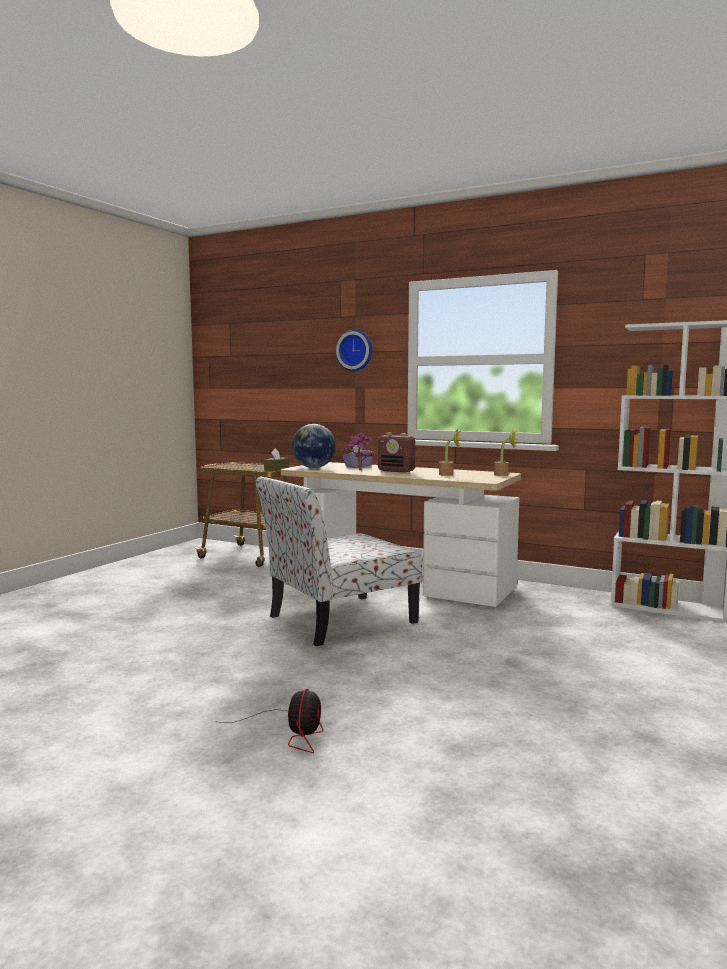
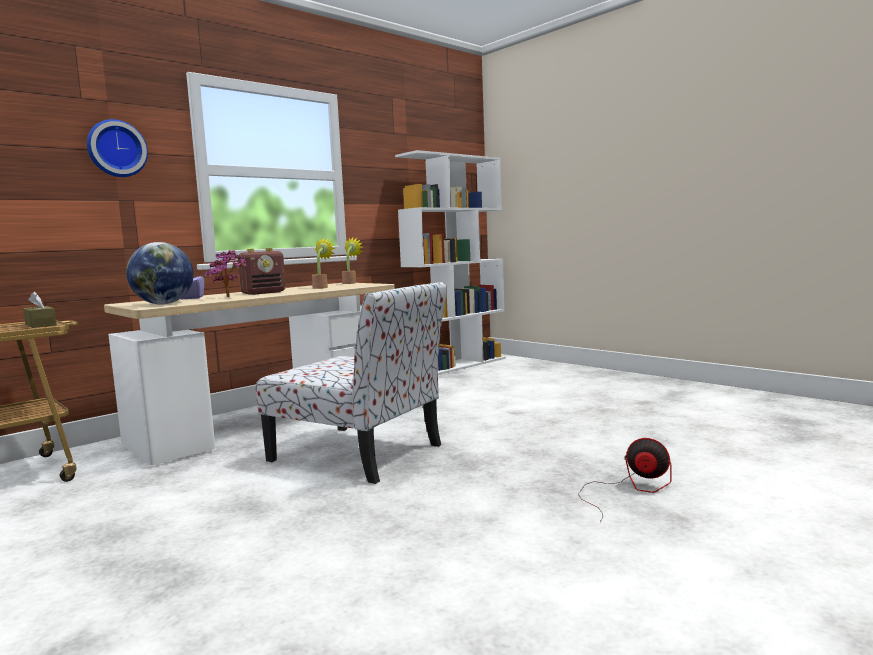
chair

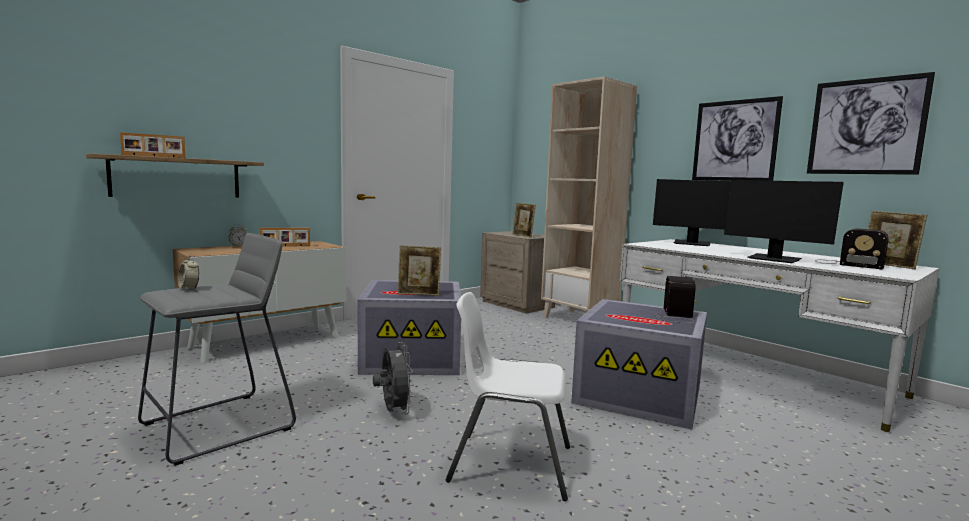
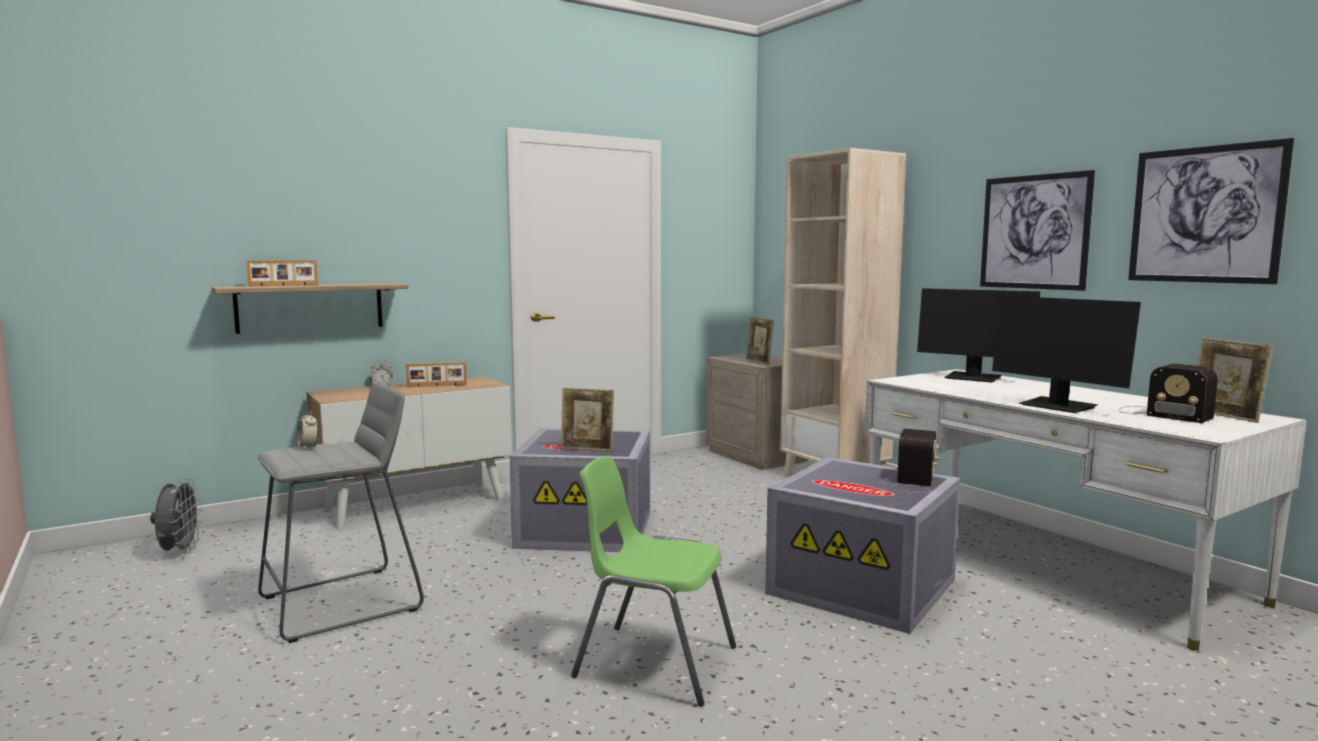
grey fan
green chair

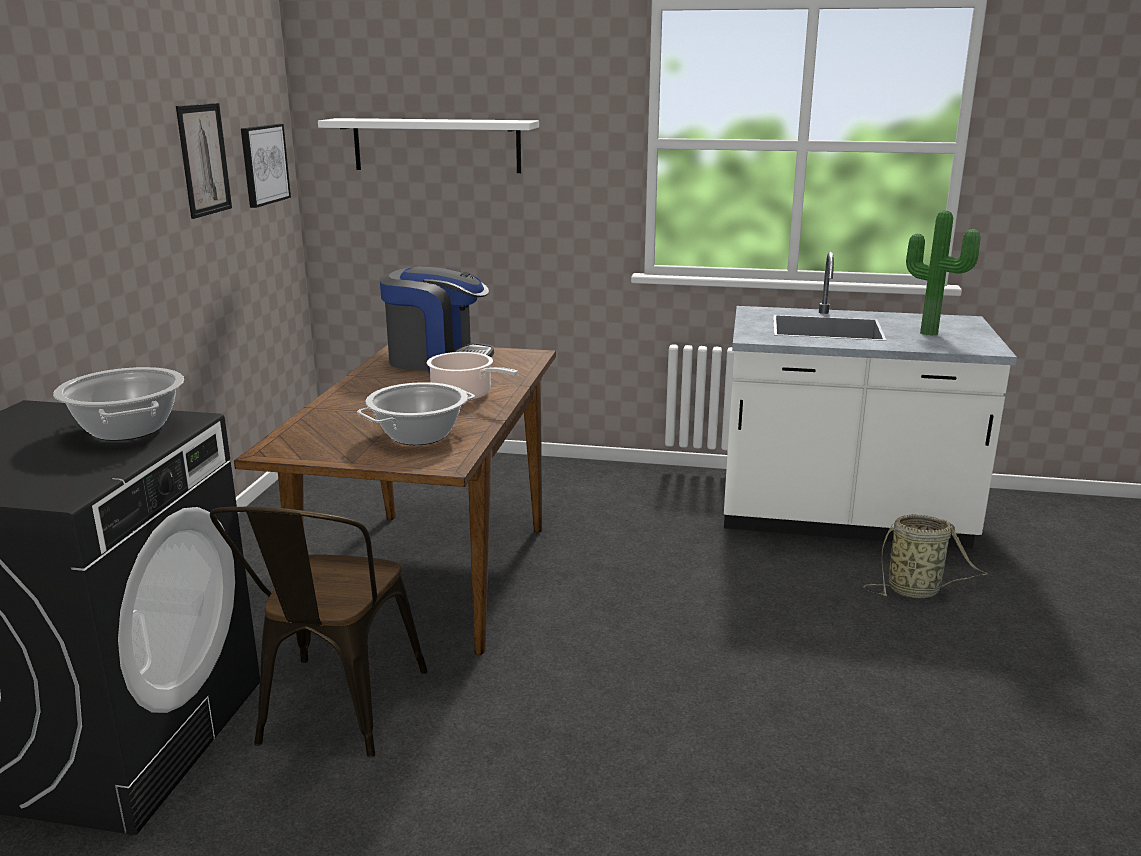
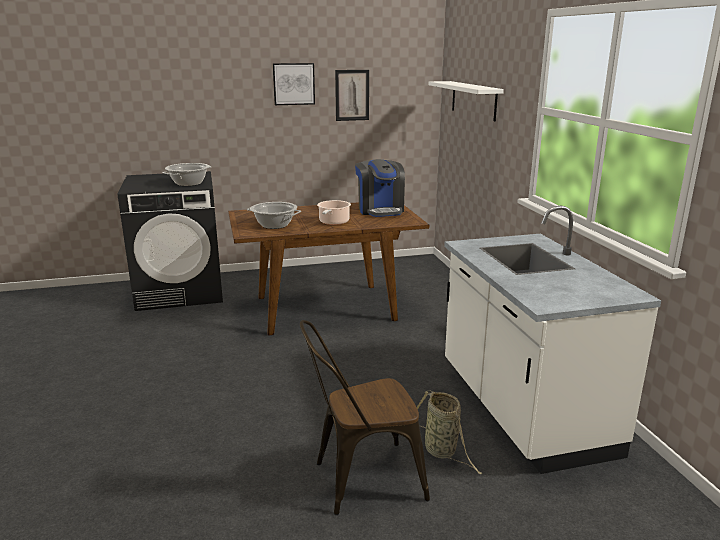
picture (1st from left)
brown chair
potted plant

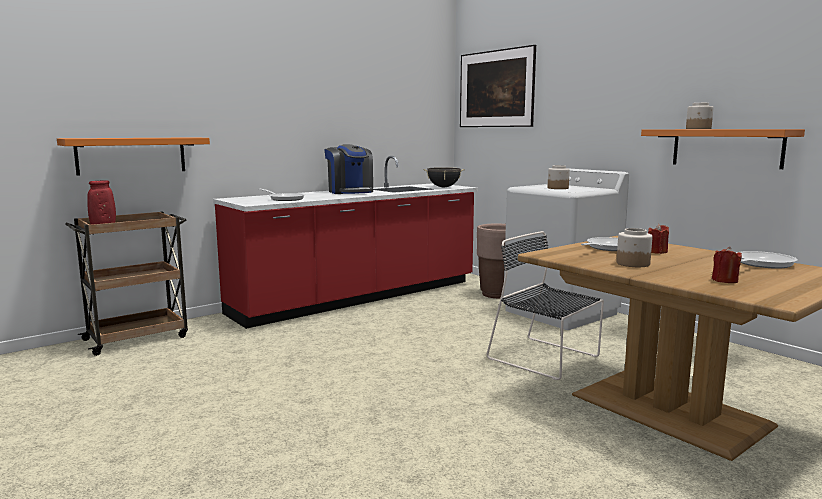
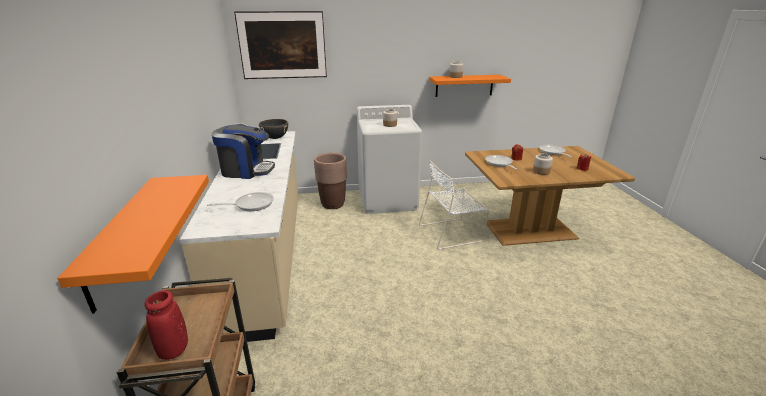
beige counter
white chair

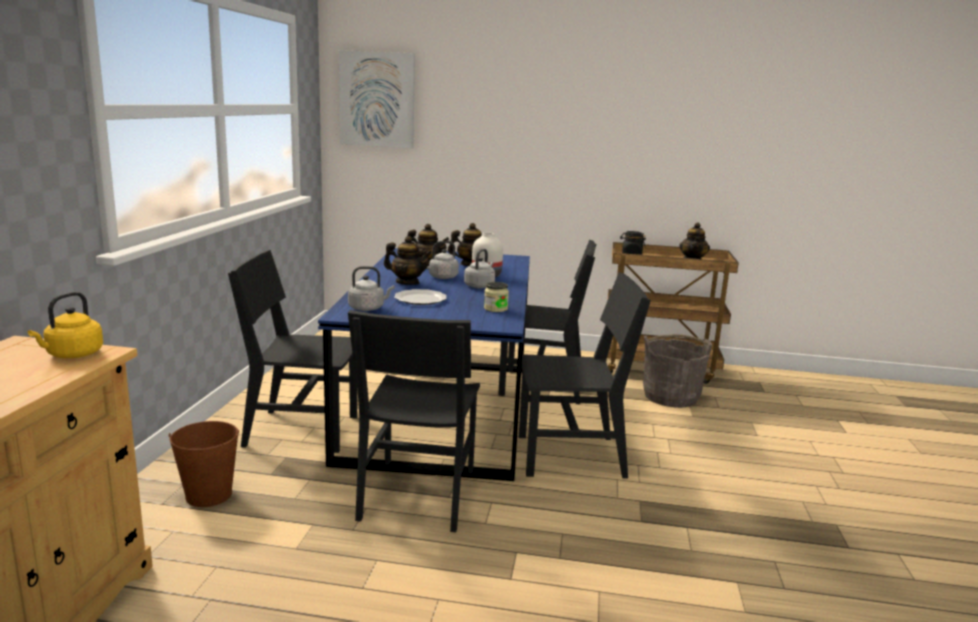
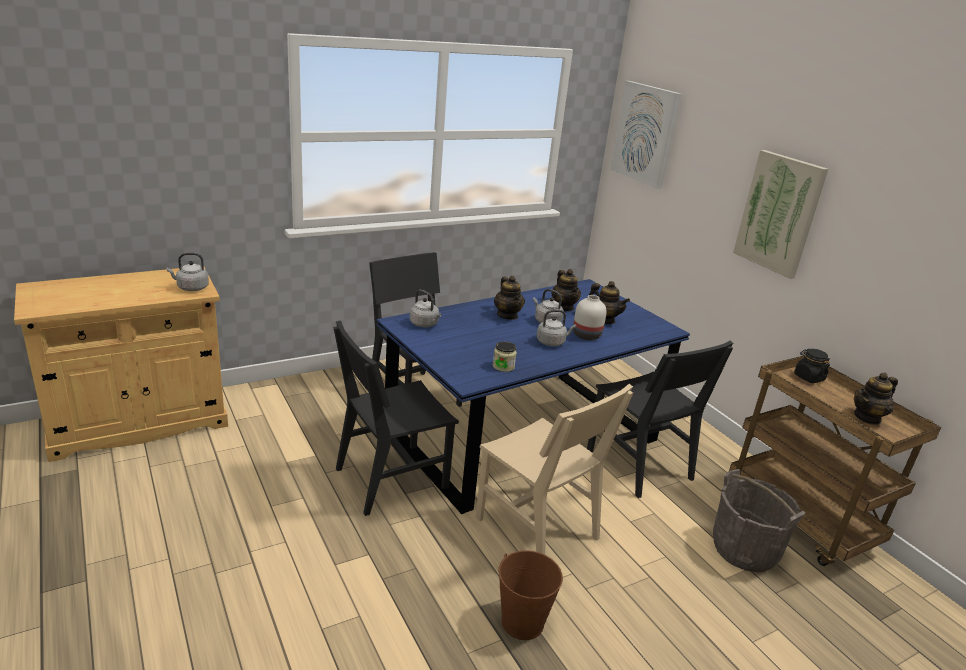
grey kettle (1st from left)
beige chair
brown bucket
picture (2nd from left)
plate

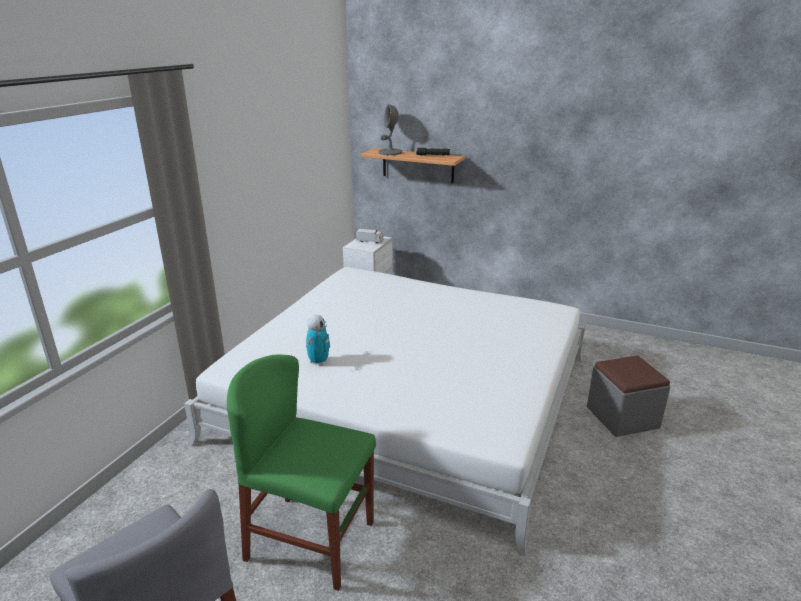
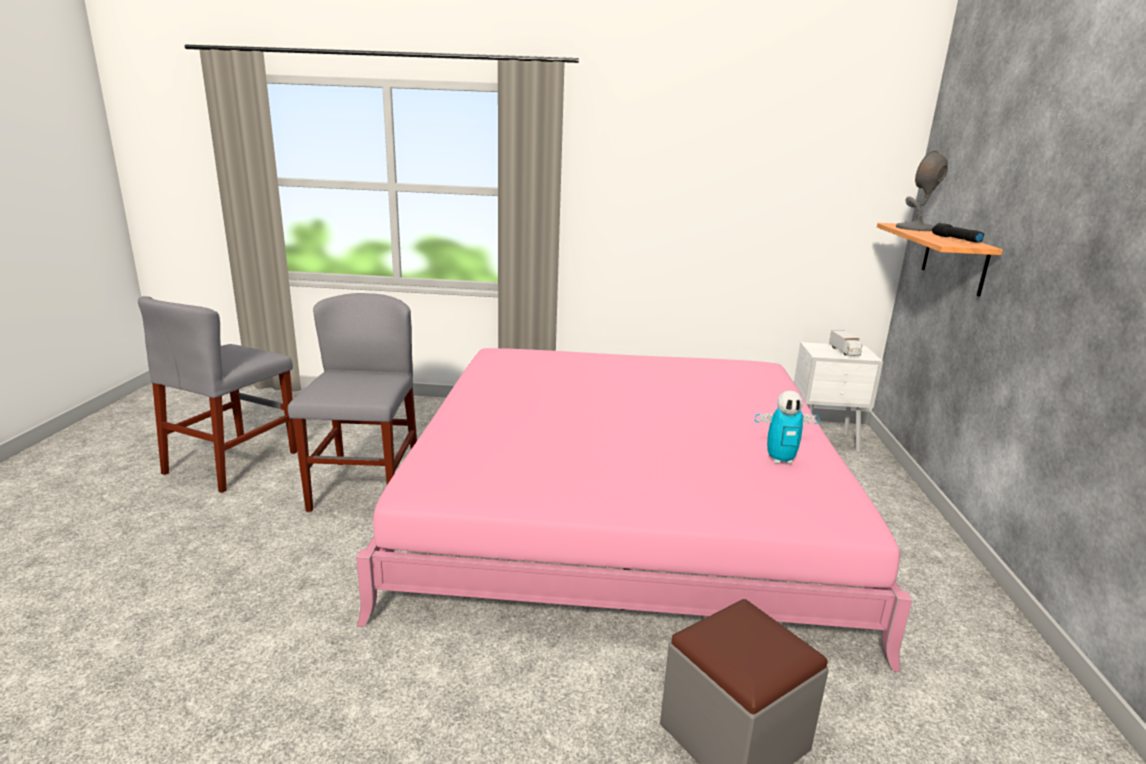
grey chair (2nd from left)
pink bed
toy robot

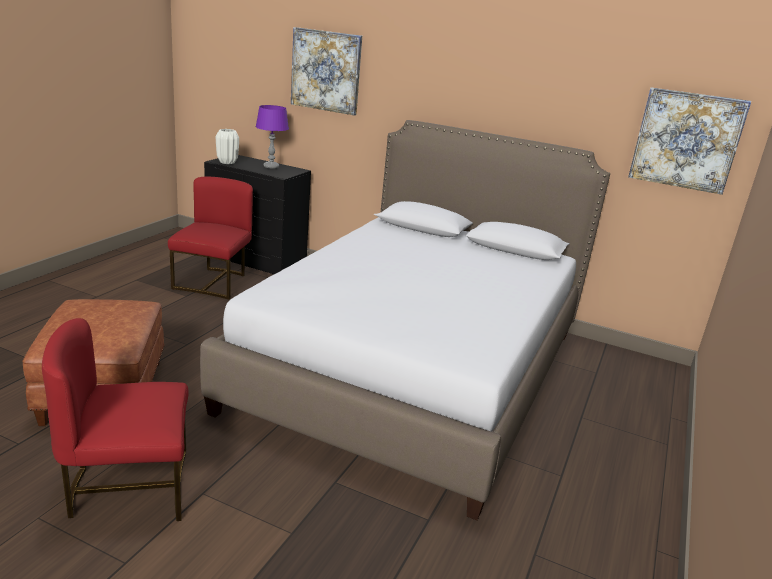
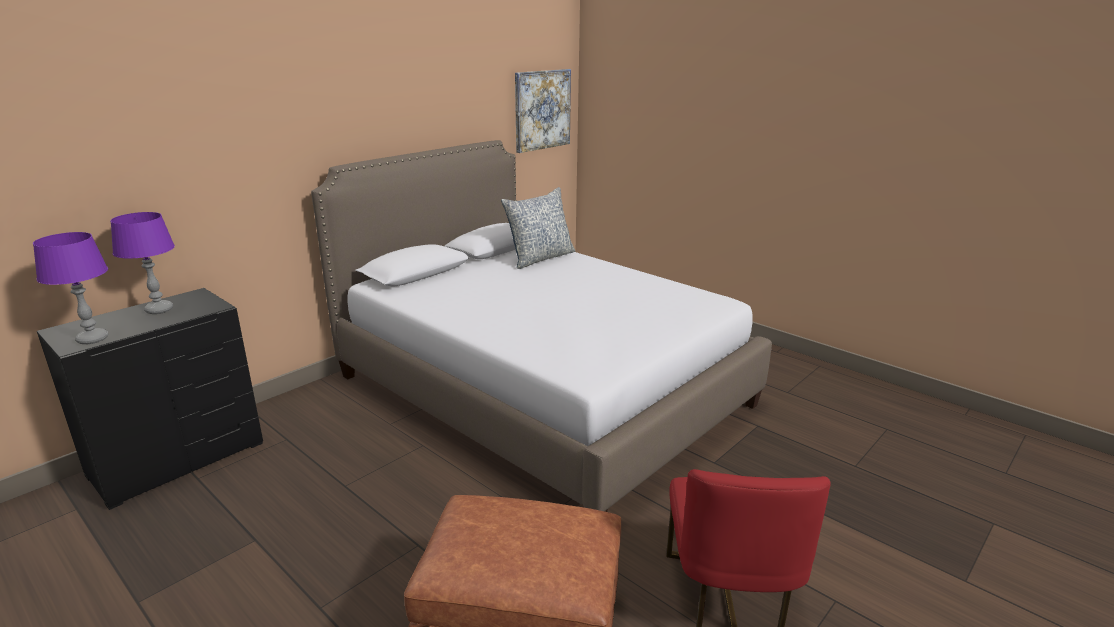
purple table lamp (1st from left)
pillow
red chair (2nd from left in the first image)
picture (1st from left in the first image)

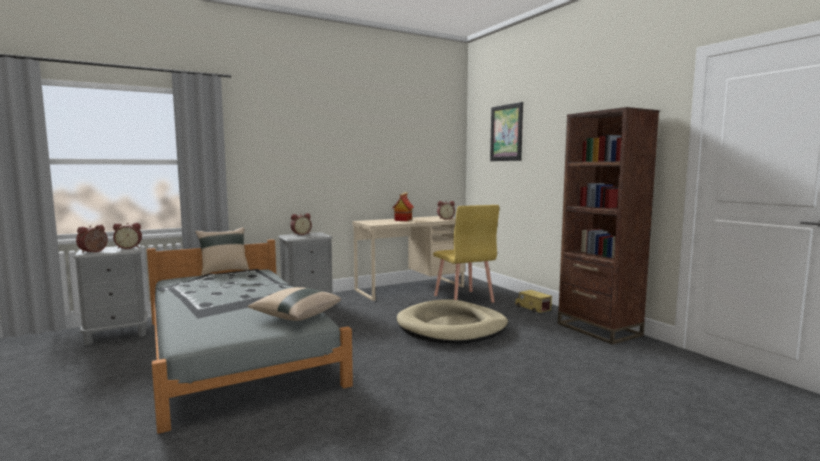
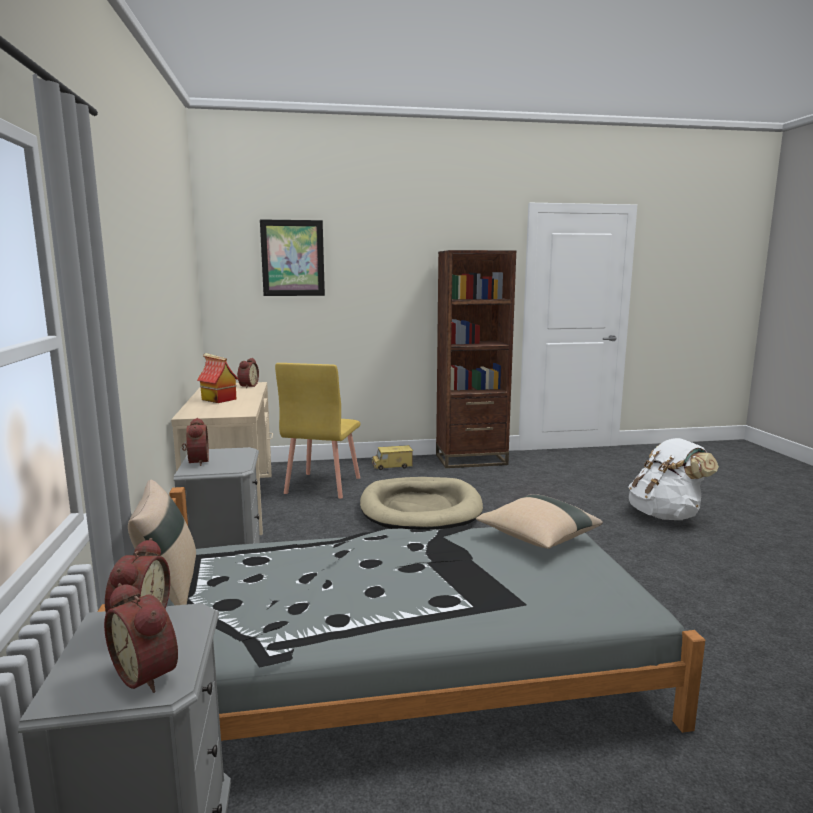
yellow chair
white backpack

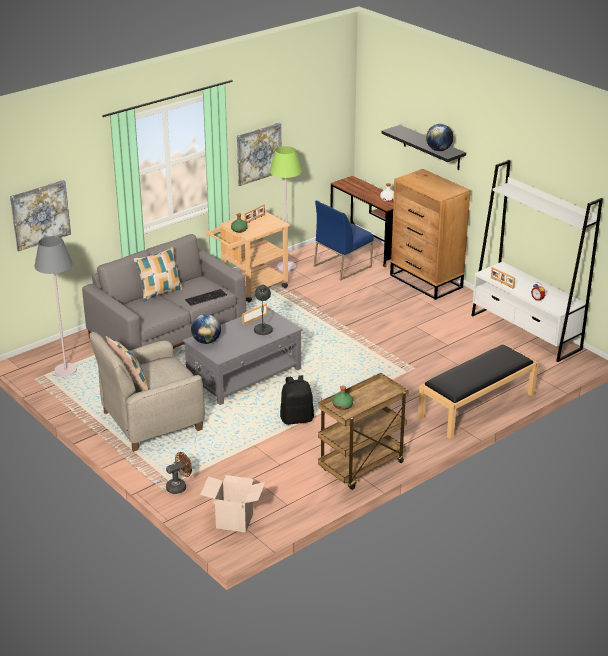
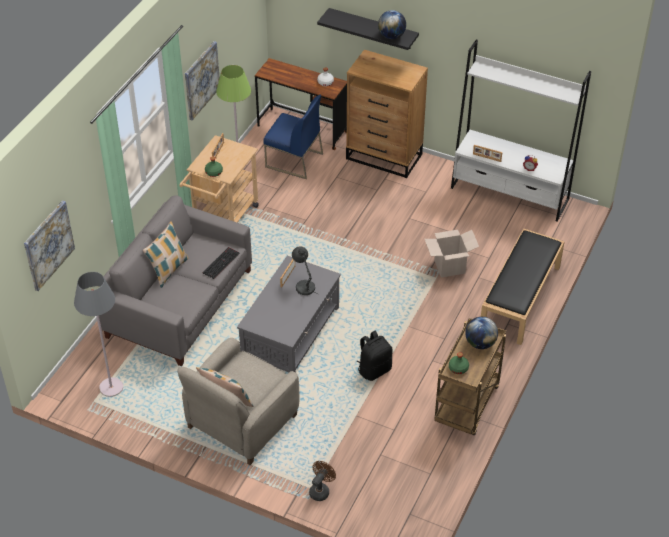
blue chair
cardboard box
globe (2nd from left)

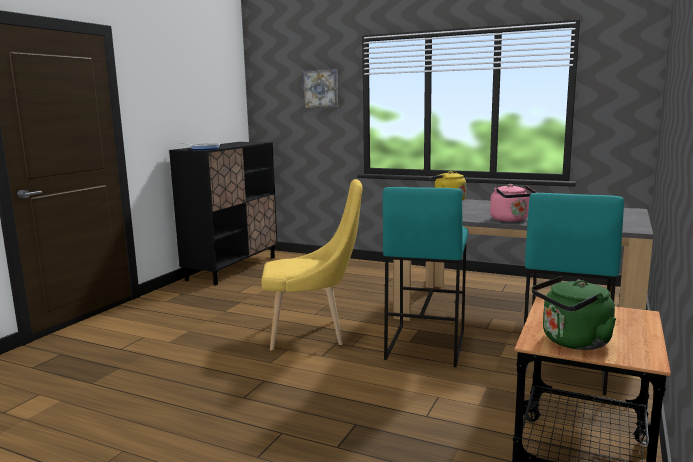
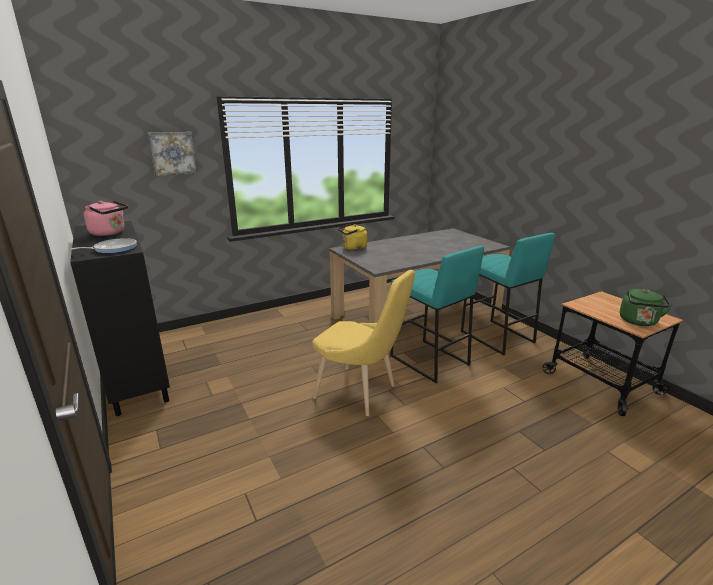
pink kettle
yellow chair

